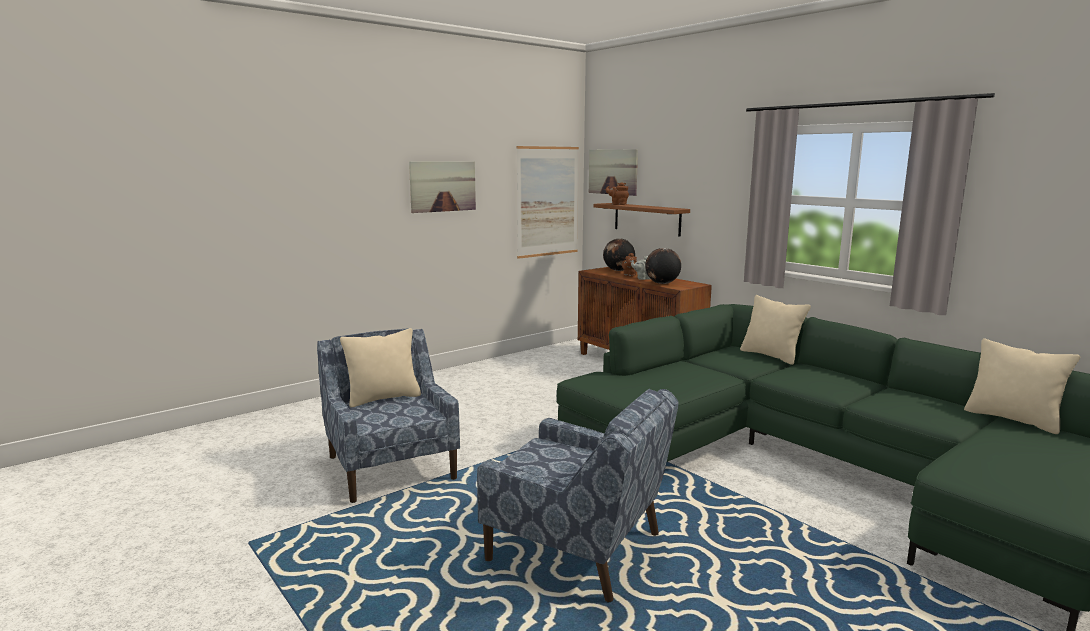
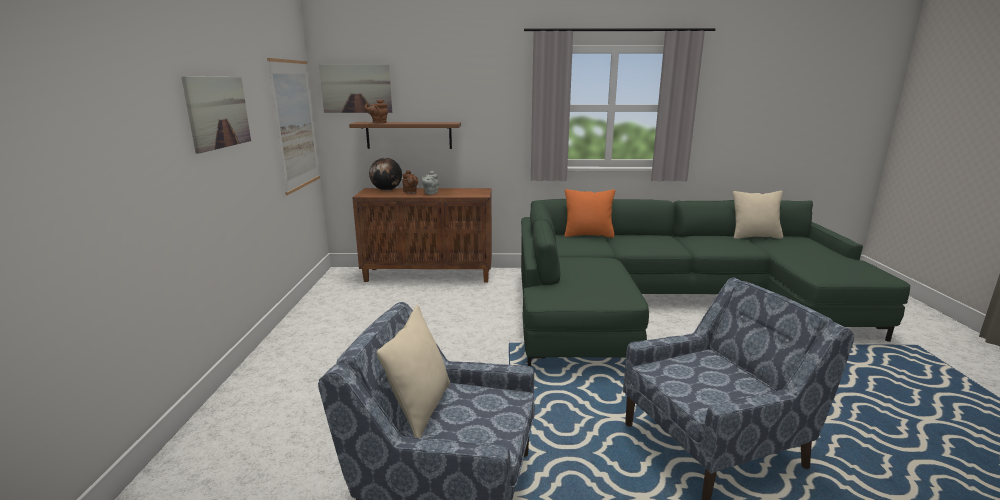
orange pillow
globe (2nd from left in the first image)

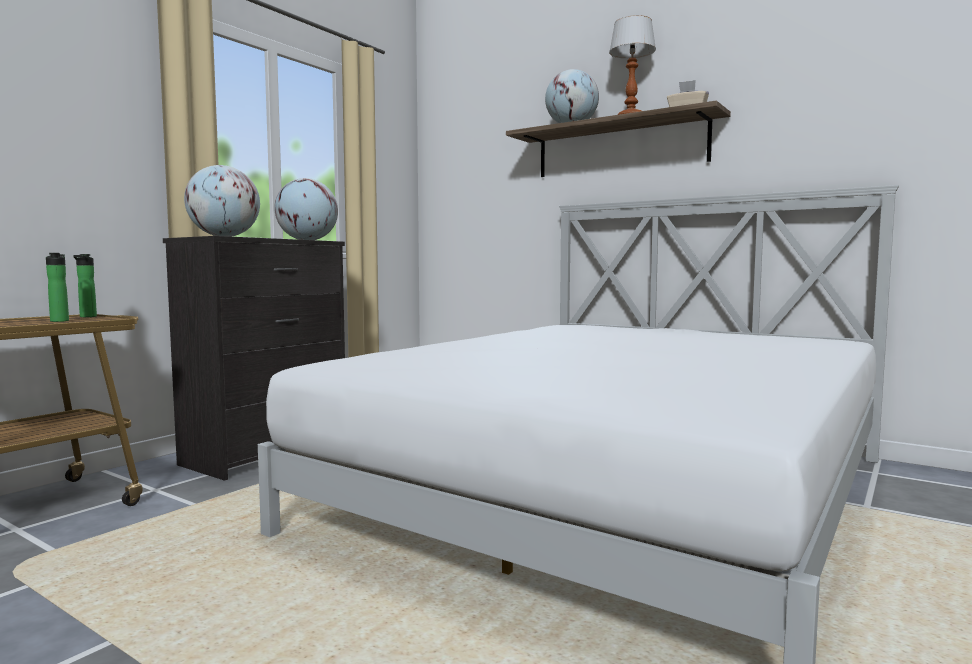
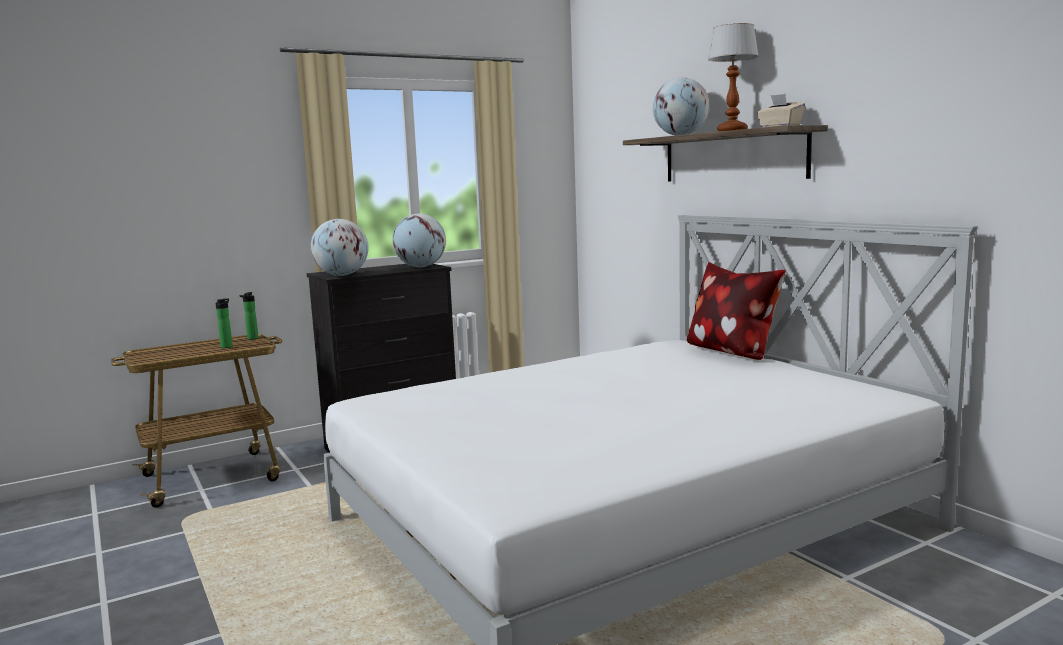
pillow

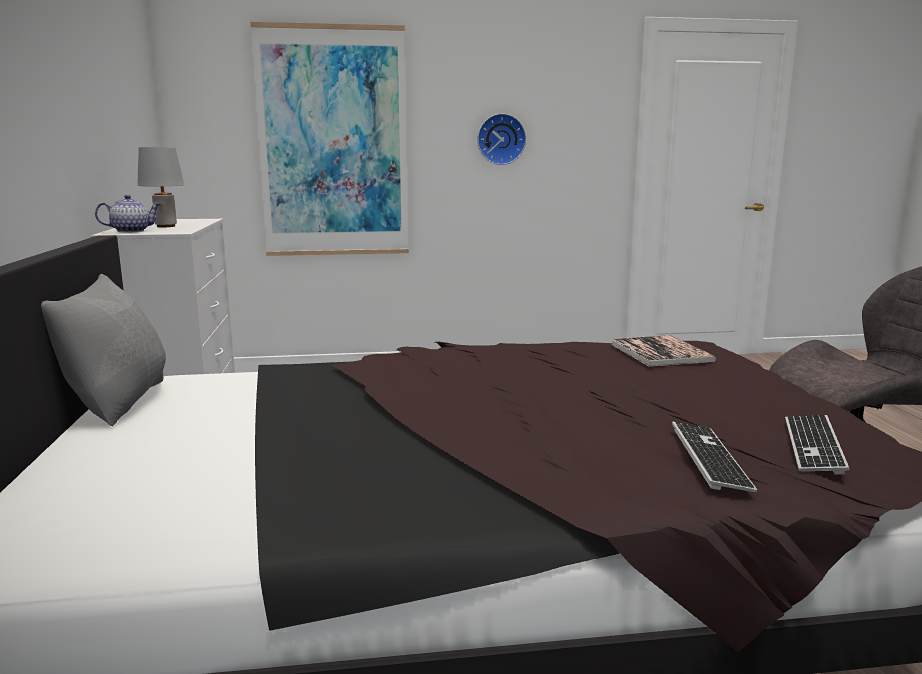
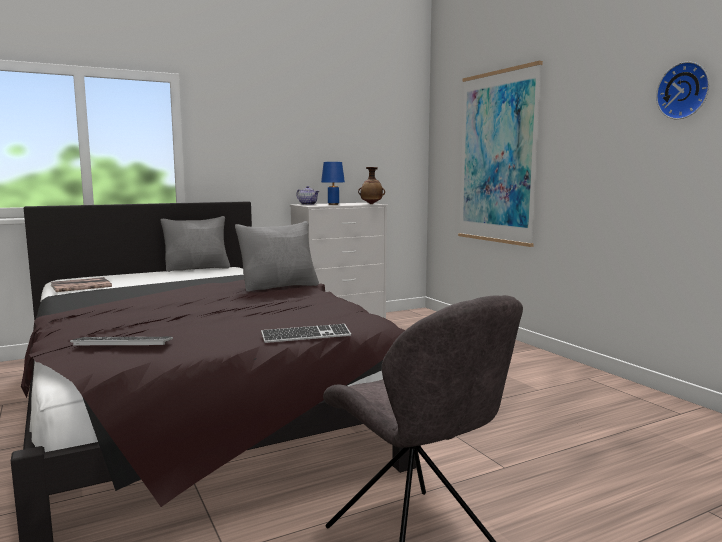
book
grey pillow (2nd from left)
keyboard (2nd from left)
blue table lamp
vase
wall clock

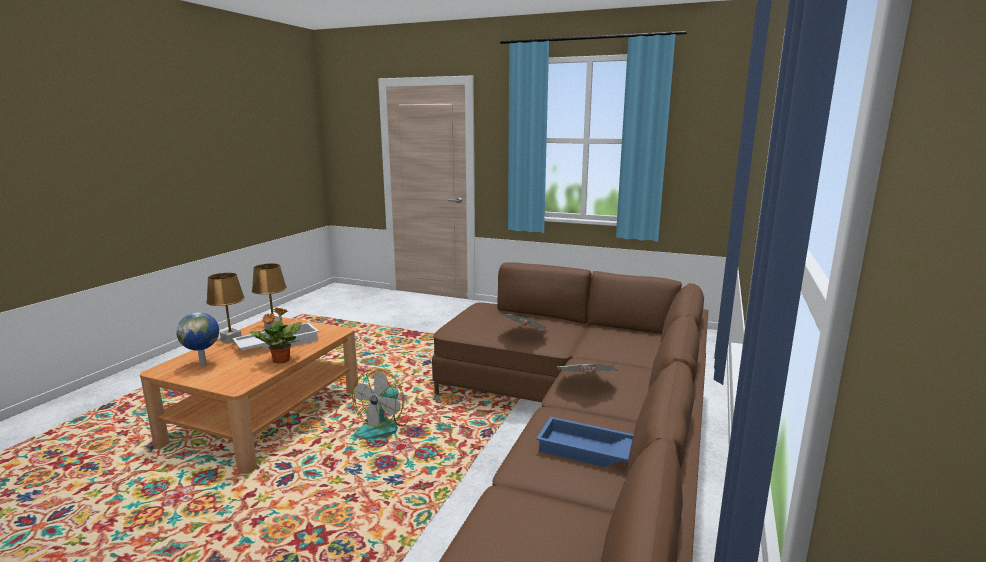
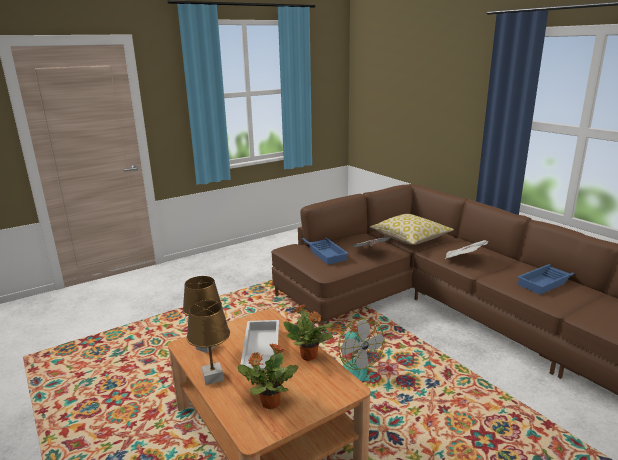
potted plant (1st from left)
blue tray (1st from left)
pillow

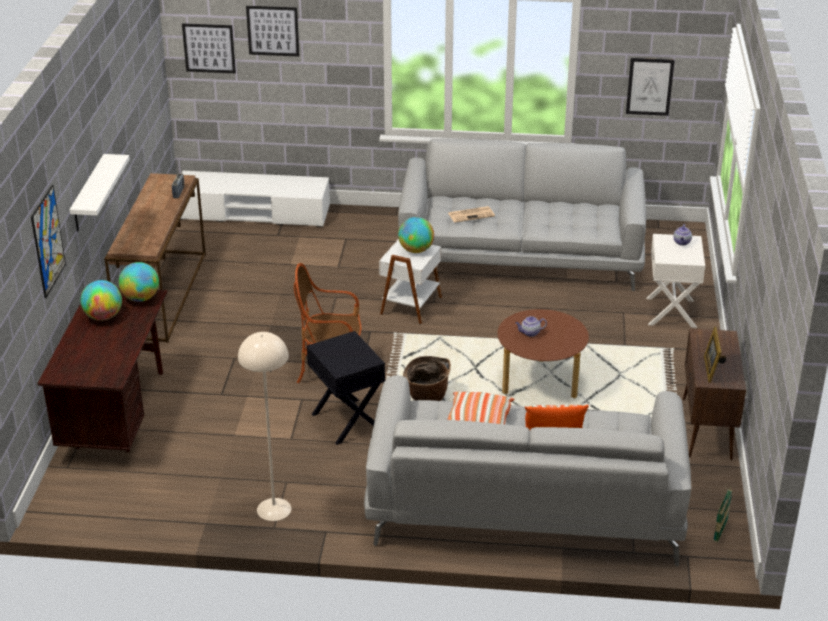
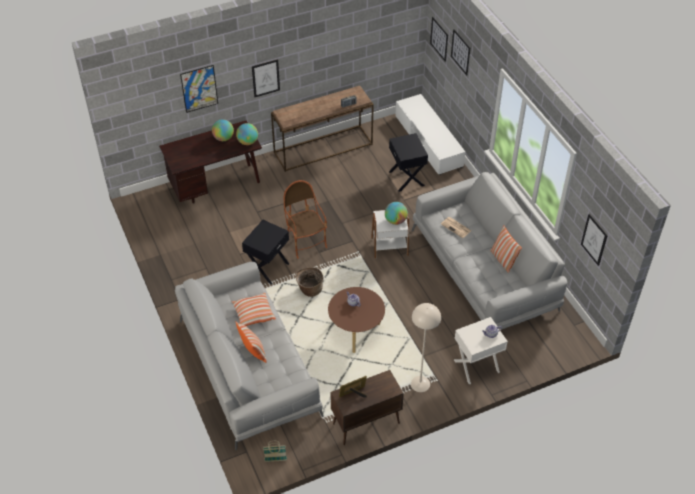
picture (2nd from left)
black side table (2nd from left)
beige floor lamp
pillow (3rd from left)

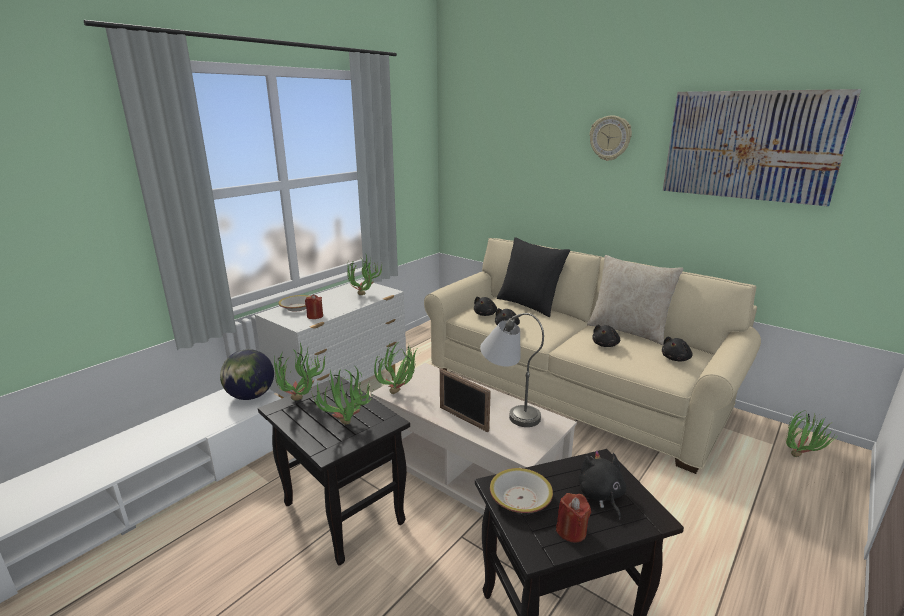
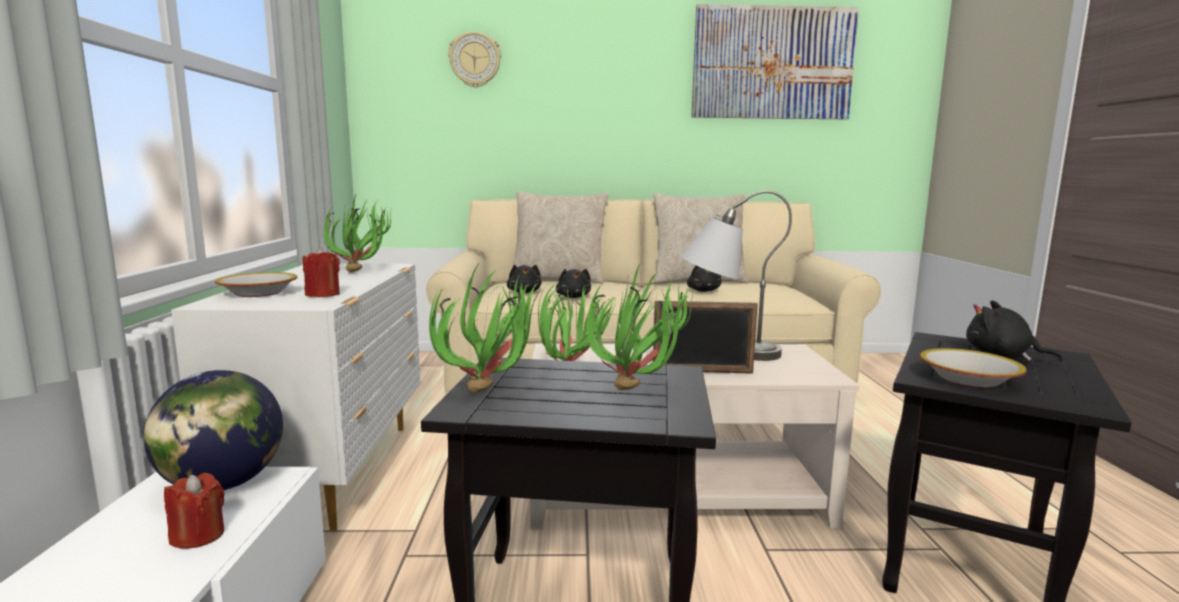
red candle (1st from left)
wall clock
beige pillow (1st from left)
black plush toy (5th from left in the first image)
potted plant (5th from left in the first image)

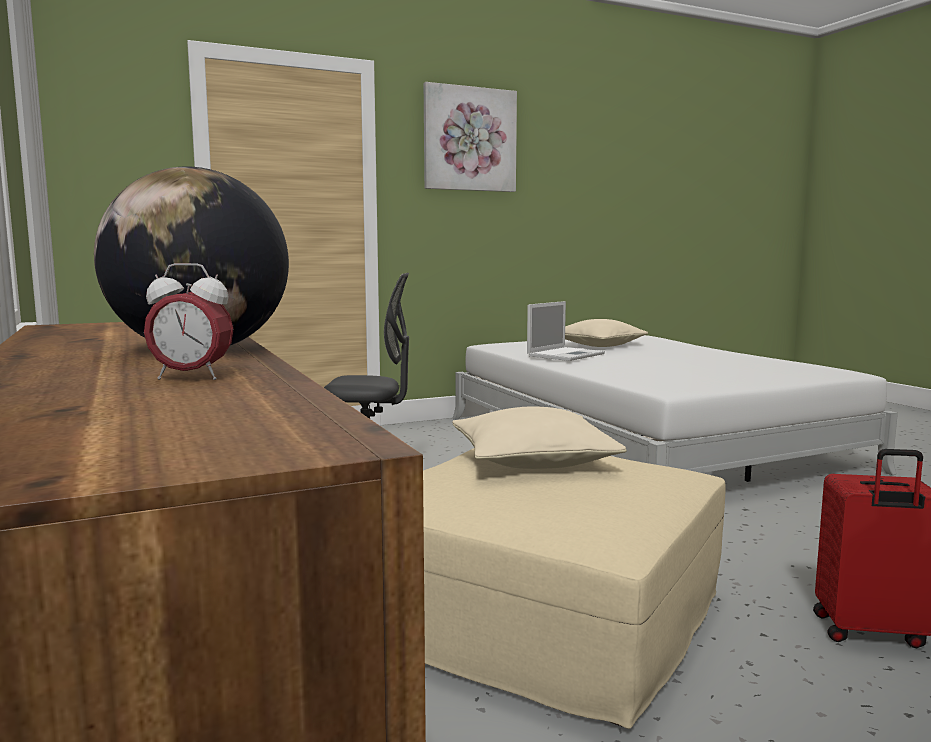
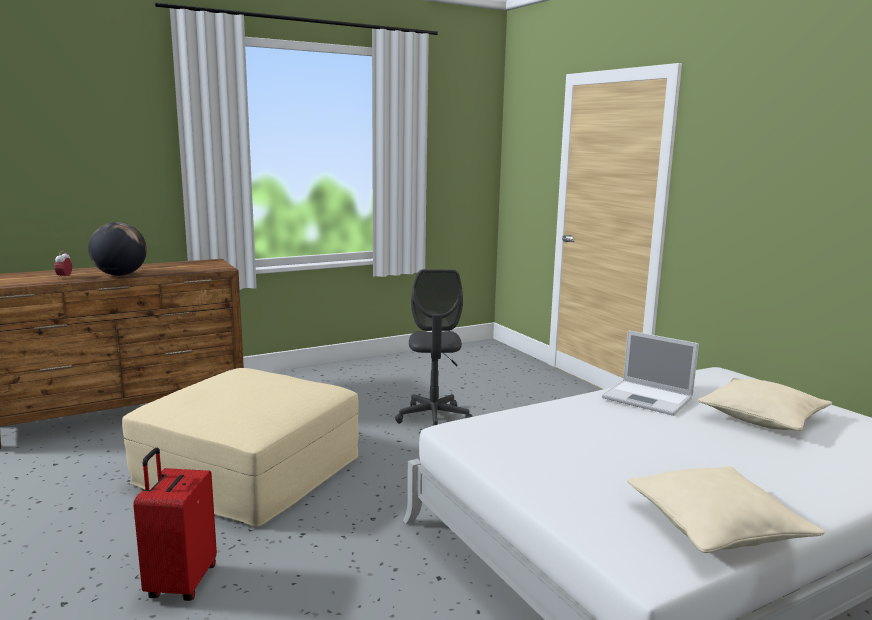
beige pillow (1st from left)
picture

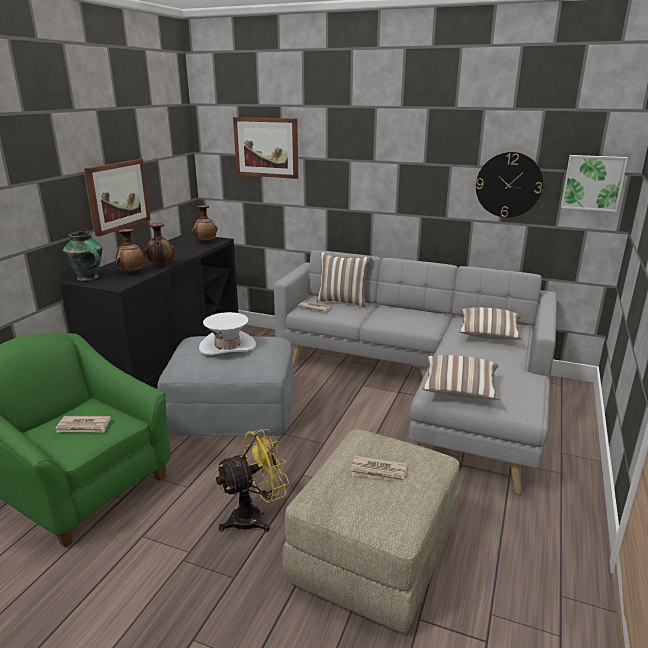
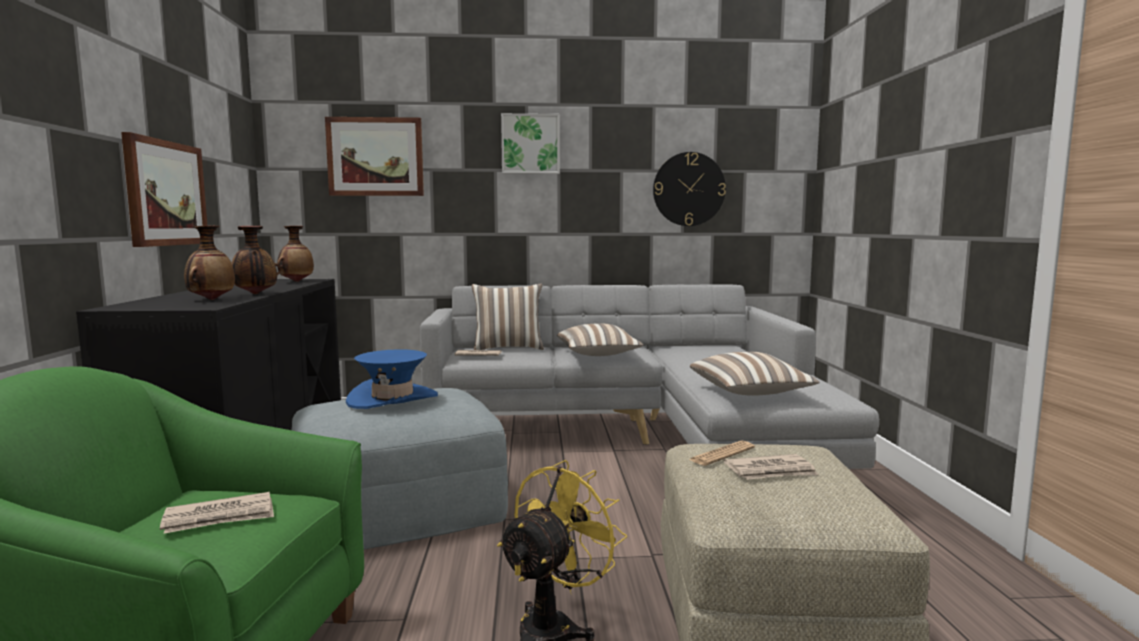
blue hat
picture (3rd from left)
pillow (2nd from left)
newspaper (3rd from left)
vase (1st from left in the first image)

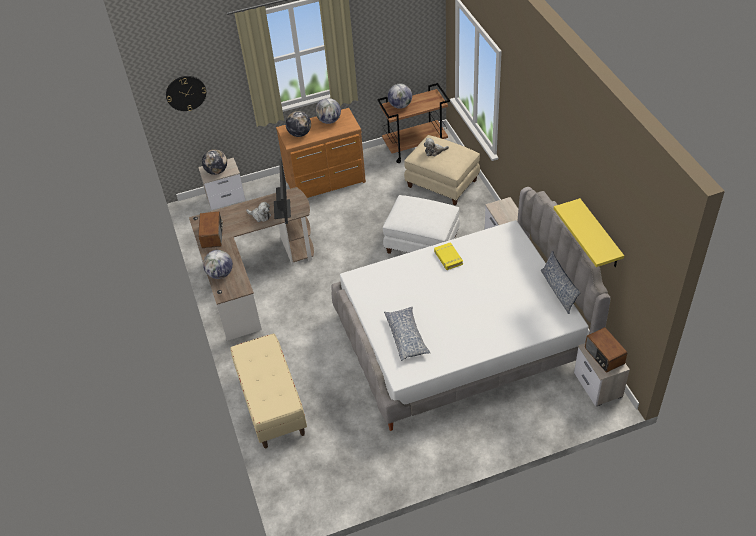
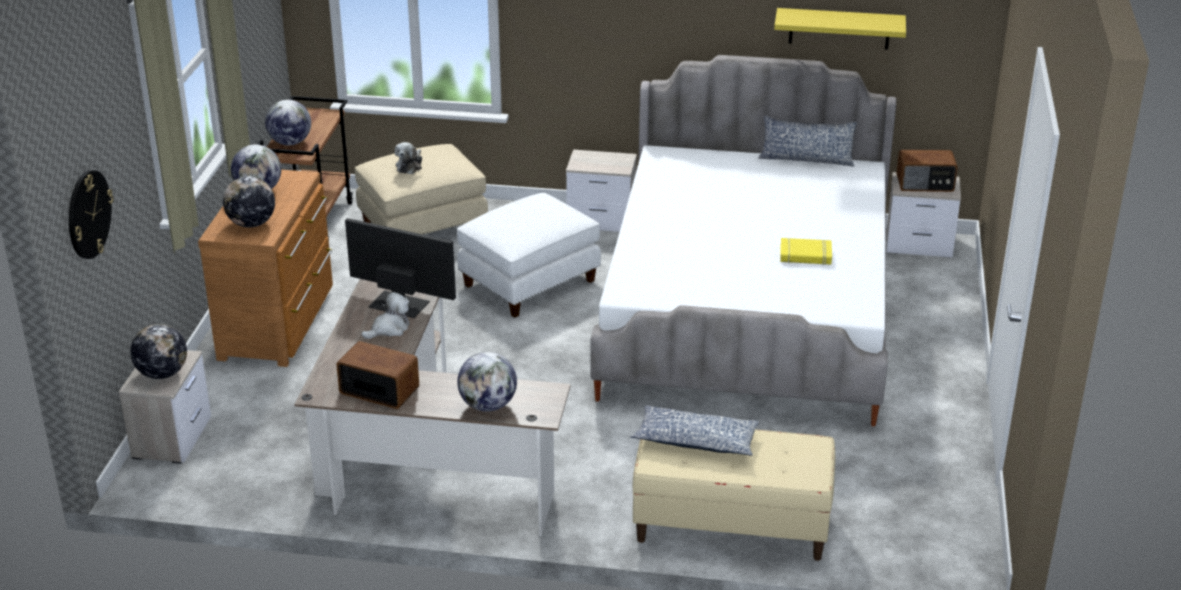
pillow (1st from left)
yellow book

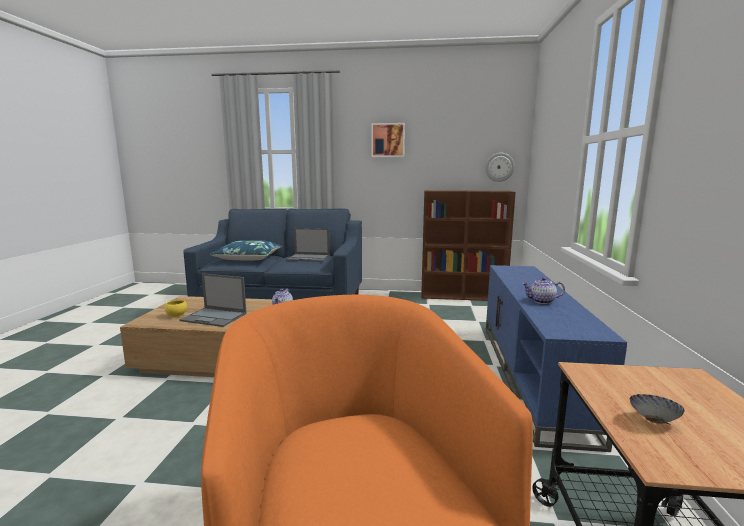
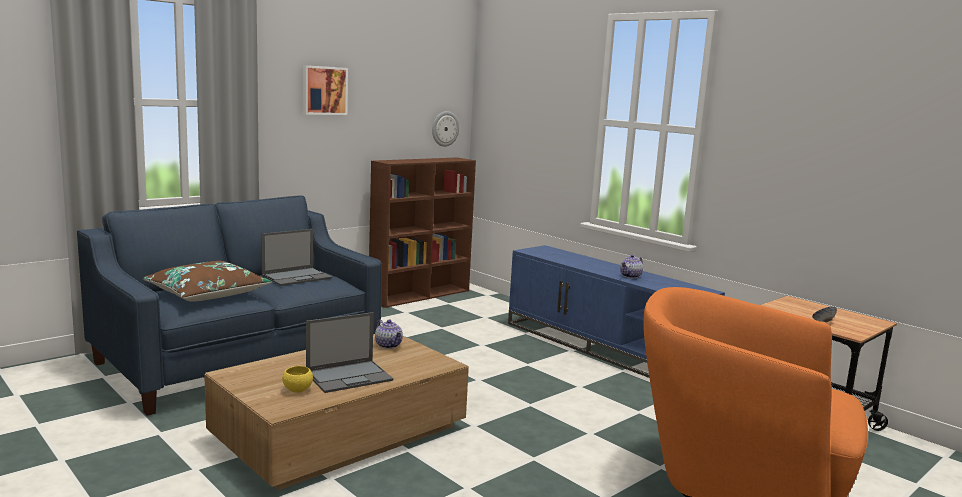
brown pillow

